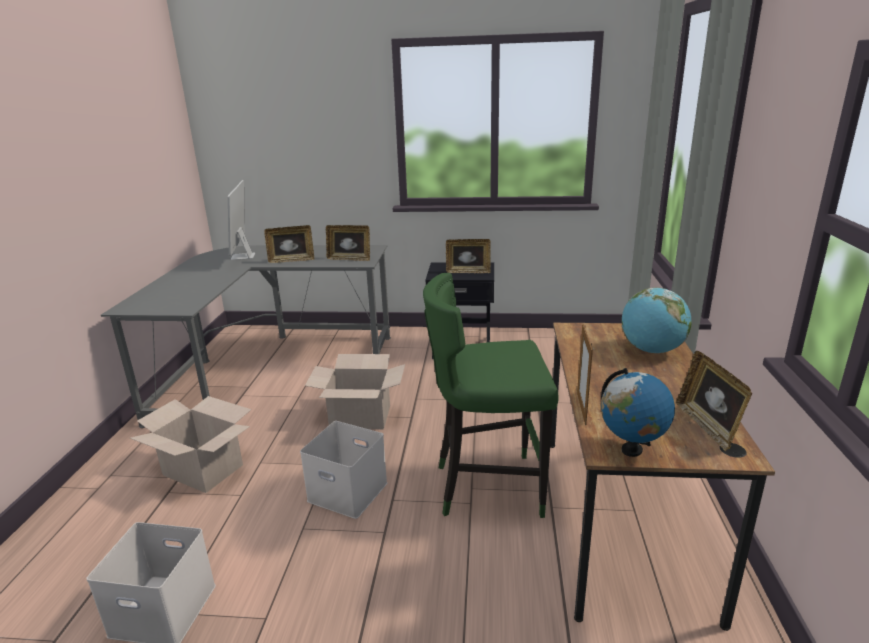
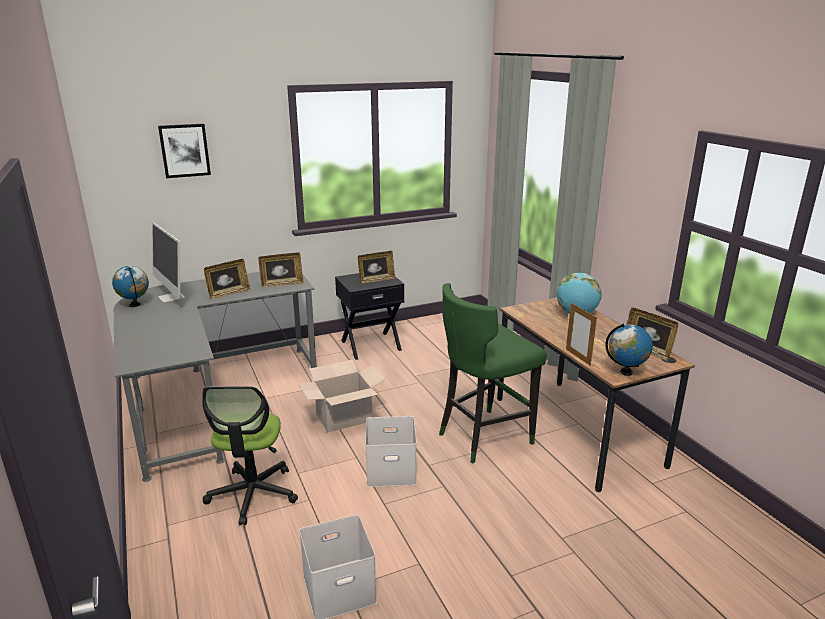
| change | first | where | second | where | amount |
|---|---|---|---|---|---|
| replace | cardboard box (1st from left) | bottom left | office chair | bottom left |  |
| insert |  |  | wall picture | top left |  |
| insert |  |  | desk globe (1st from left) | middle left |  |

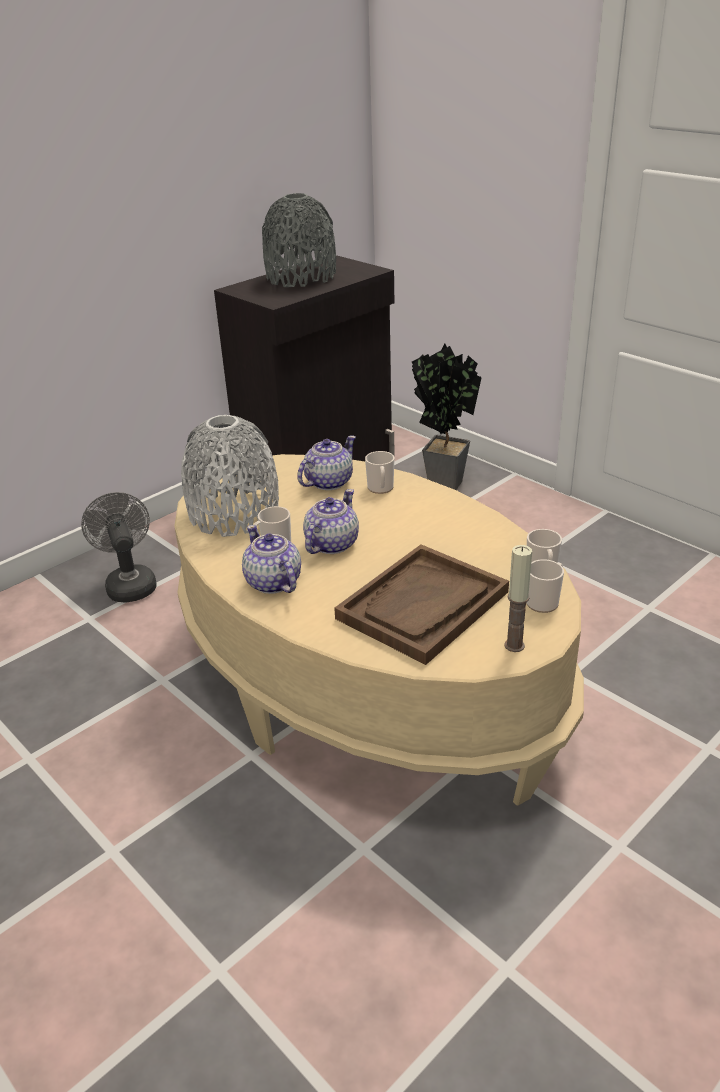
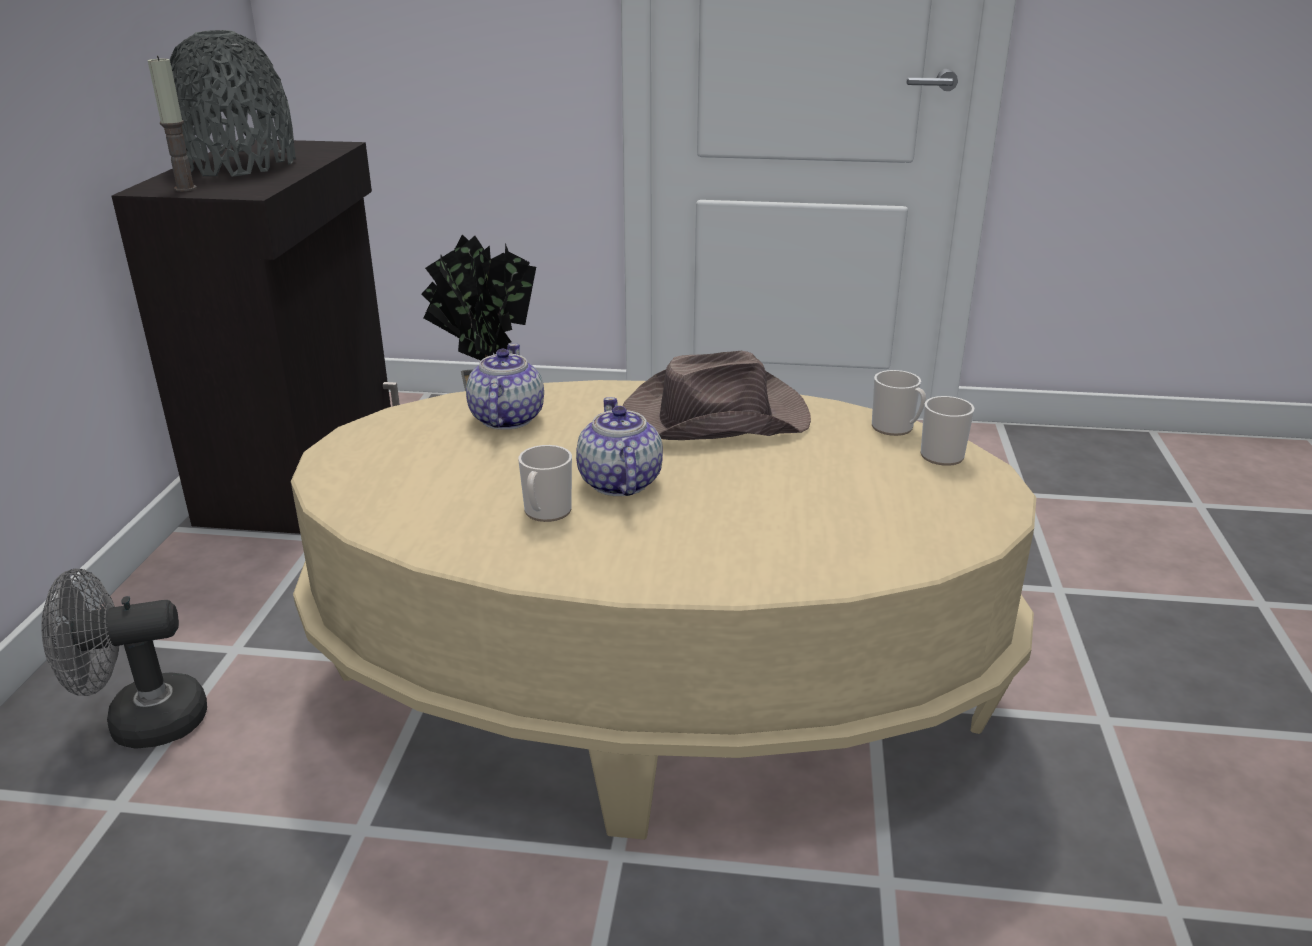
| change | first | where | second | where | amount |
|---|---|---|---|---|---|
| delete | decorative vase/gray (1st from left) | middle left |  |  |  |
| delete | coffee mug (2nd from left) | centre |  |  |  |
| rotate | cooling fan/gray | middle left |  | bottom left | 45 degrees counterclockwise |
| delete | pot for tea (1st from left) | centre |  |  |  |
| delete | carrying tray/brown | centre |  |  |  |
| move | wax light | middle right |  | top left |  |
| insert |  |  | clothing hat/brown | centre |  |

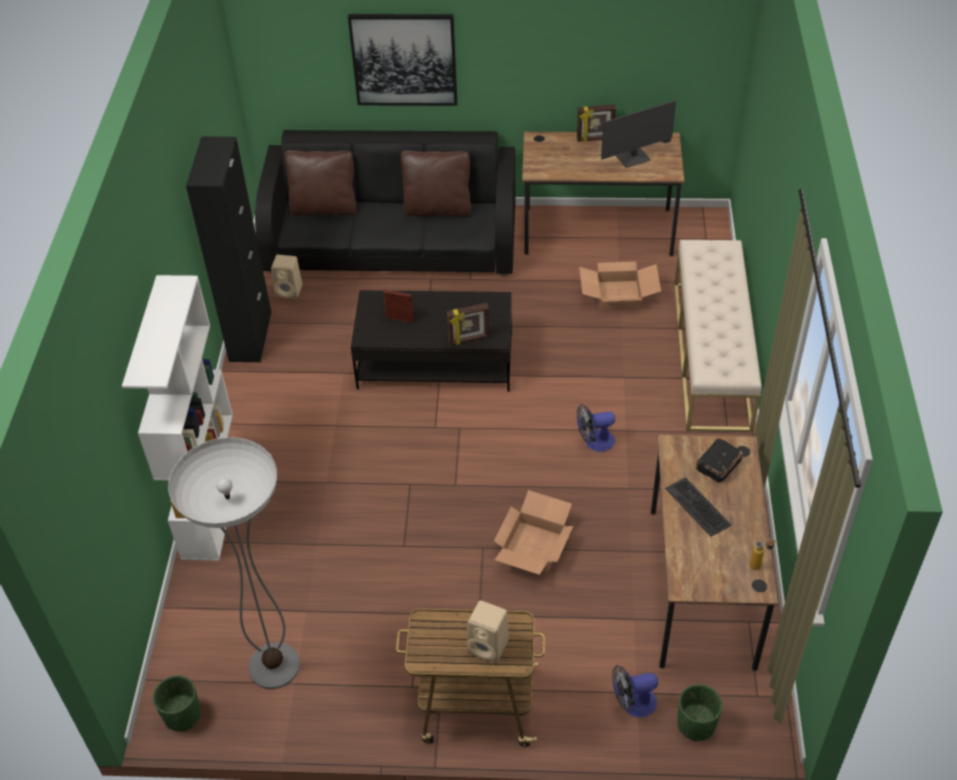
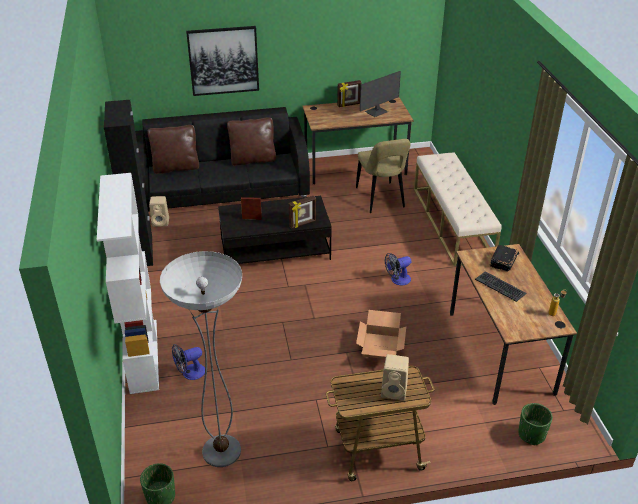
| change | first | where | second | where | amount |
|---|---|---|---|---|---|
| replace | cardboard box (2nd from left) | centre | chair/beige-coloured | centre |  |
| move | cooling fan (2nd from left in the first image) | bottom centre | cooling fan (1st from left) | bottom left |  |

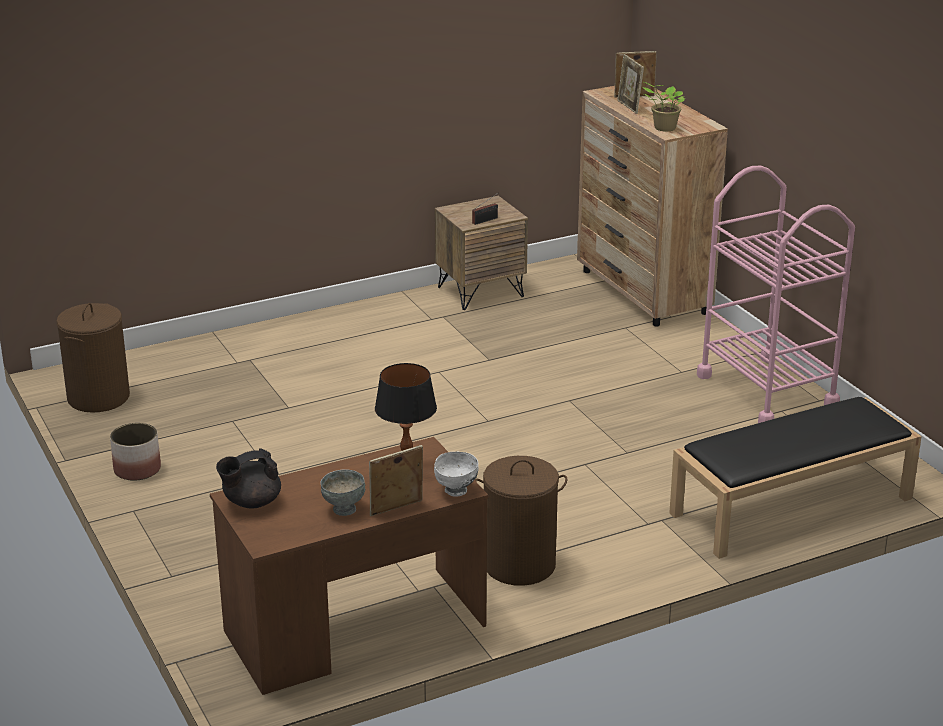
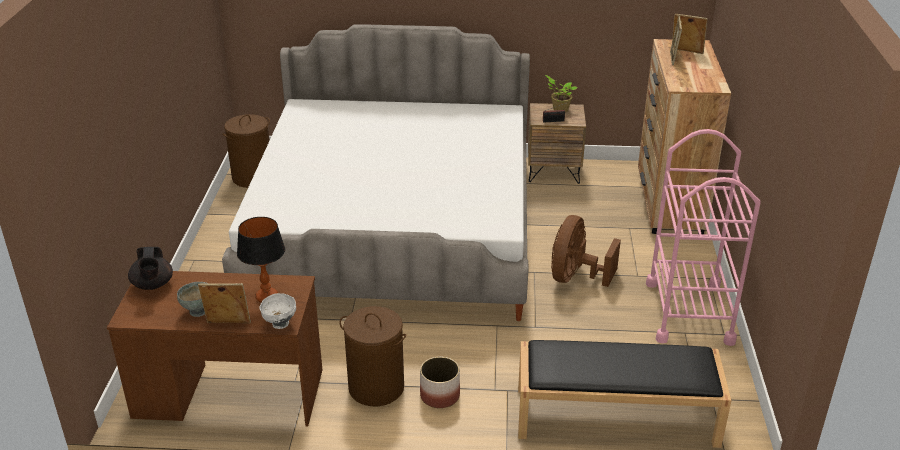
| change | first | where | second | where | amount |
|---|---|---|---|---|---|
| move | potted plant | top right |  | top centre |  |
| move | flower pot | middle left |  | bottom centre |  |
| rotate | pot for tea/blackish | middle left |  | middle left | 105 degrees counterclockwise |
| insert |  |  | bed | centre |  |
| insert |  |  | cooling fan/brown | centre |  |

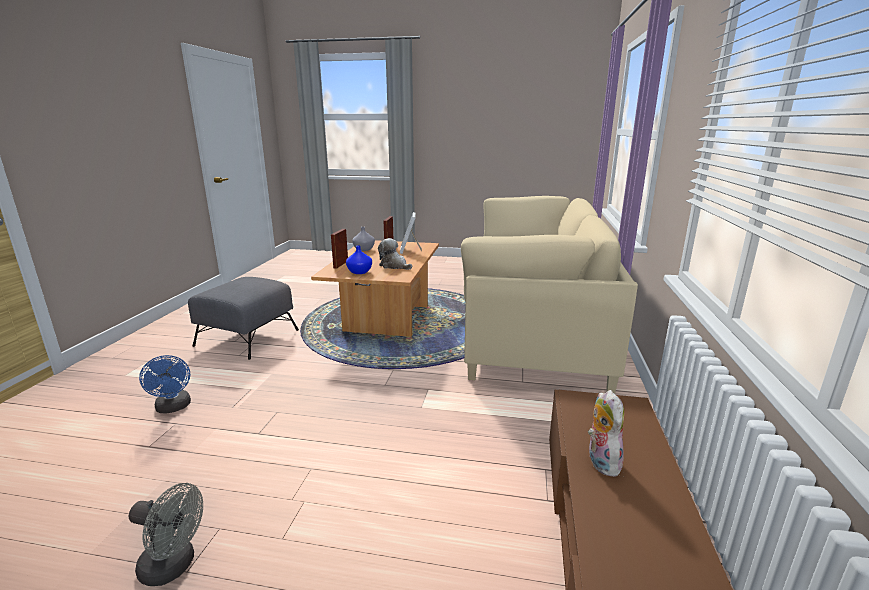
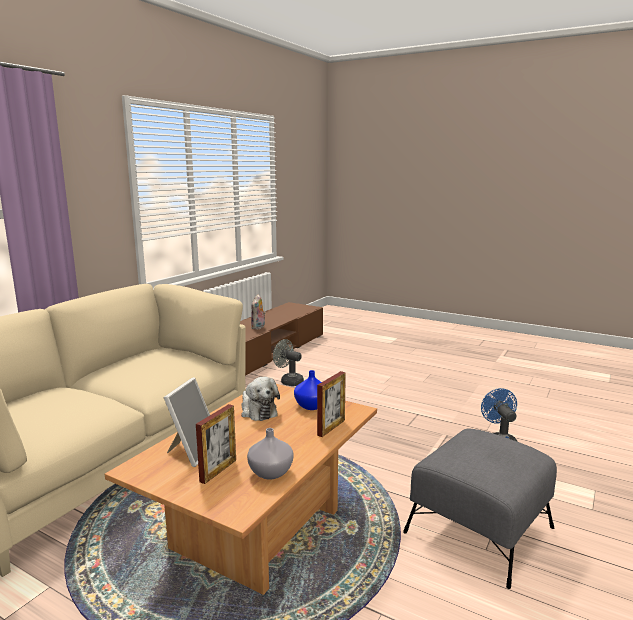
| change | first | where | second | where | amount |
|---|---|---|---|---|---|
| move | cooling fan/gray | bottom left |  | centre |  |

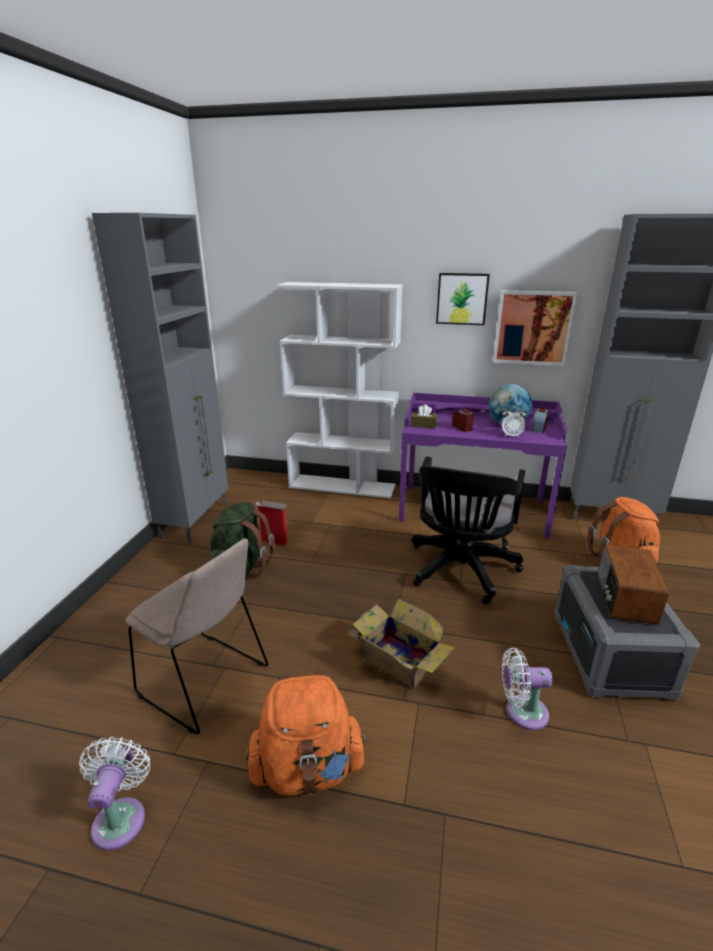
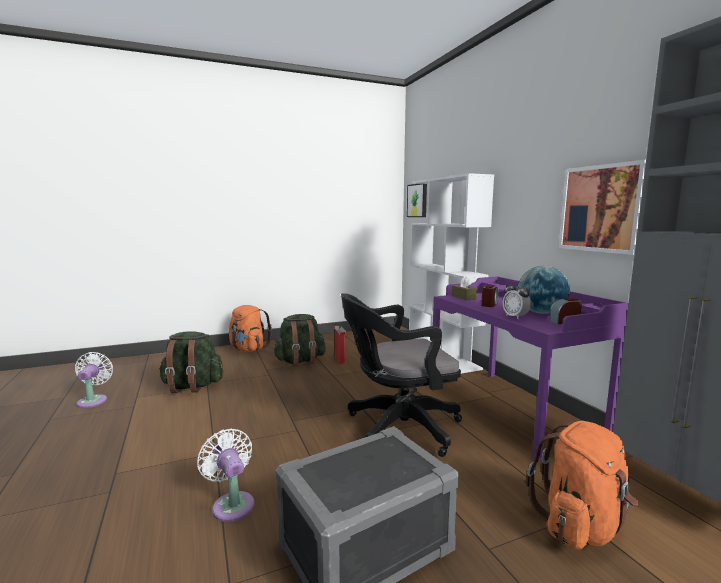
| change | first | where | second | where | amount |
|---|---|---|---|---|---|
| delete | cupboard/gray (1st from left) | middle left |  |  |  |
| move | wall picture (1st from left) | top centre |  | centre |  |
| replace | chair/beige-coloured | bottom left | rucksack/green-coloured (1st from left) | middle left |  |
| delete | radio set | middle right |  |  |  |
| delete | cardboard box (2nd from left) | bottom centre |  |  |  |
| move | rucksack/orangey (1st from left) | bottom centre |  | centre |  |
| rotate | cooling fan/white (1st from left) | bottom left |  | middle left | 60 degrees counterclockwise |

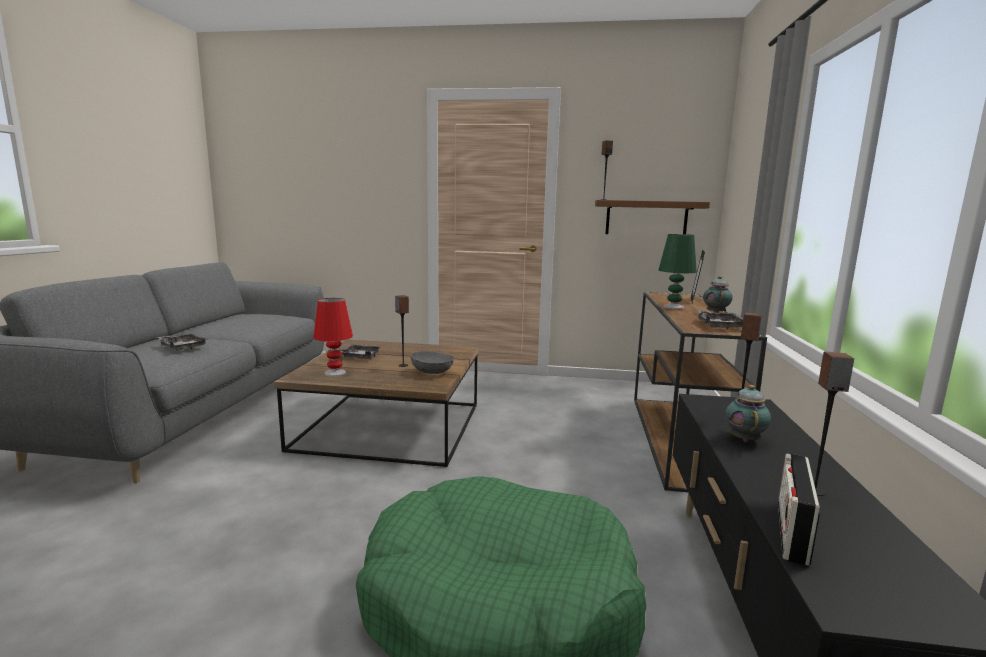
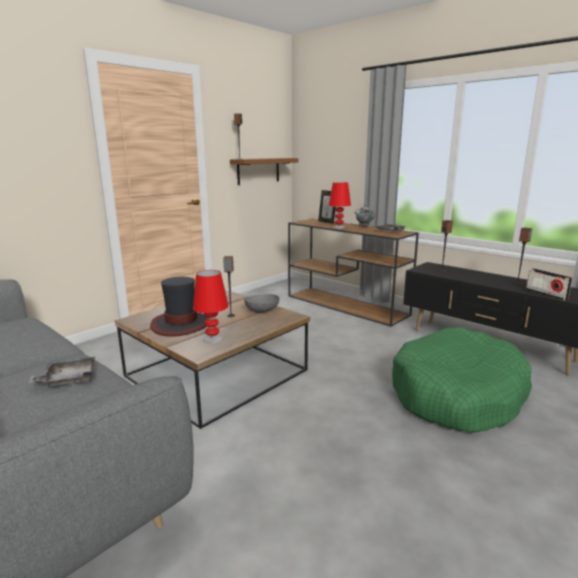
| change | first | where | second | where | amount |
|---|---|---|---|---|---|
| recolor | lamp for a table/green-coloured | middle right | lamp for a table/reddish (2nd from left) | centre |  |
| replace | carrying tray/gray (2nd from left) | centre | clothing hat | middle left |  |
| delete | pot for tea (2nd from left) | middle right |  |  |  |

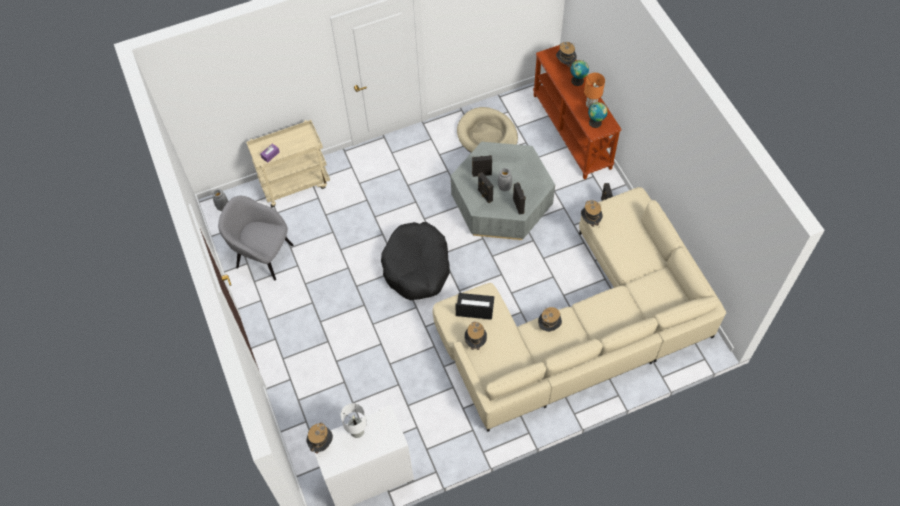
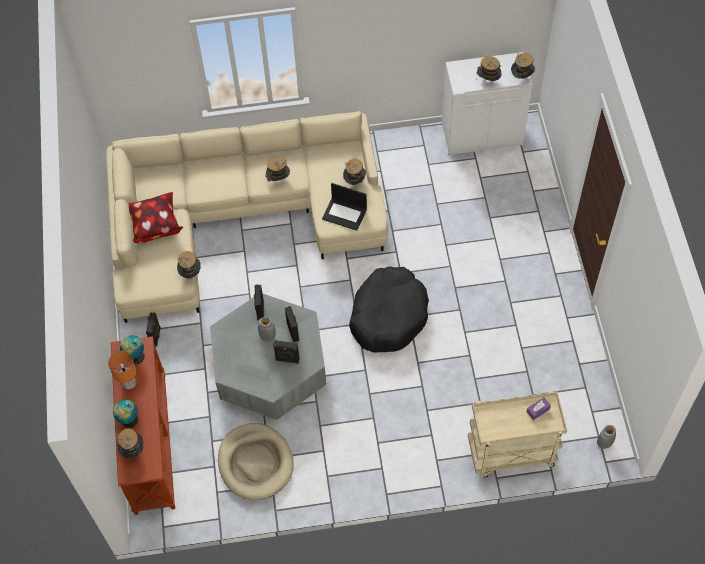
| change | first | where | second | where | amount |
|---|---|---|---|---|---|
| delete | armchair/gray | middle left |  |  |  |
| replace | lamp for a table/white | bottom centre | clothing hat (5th from left) | top right |  |
| insert |  |  | pillow | middle left |  |

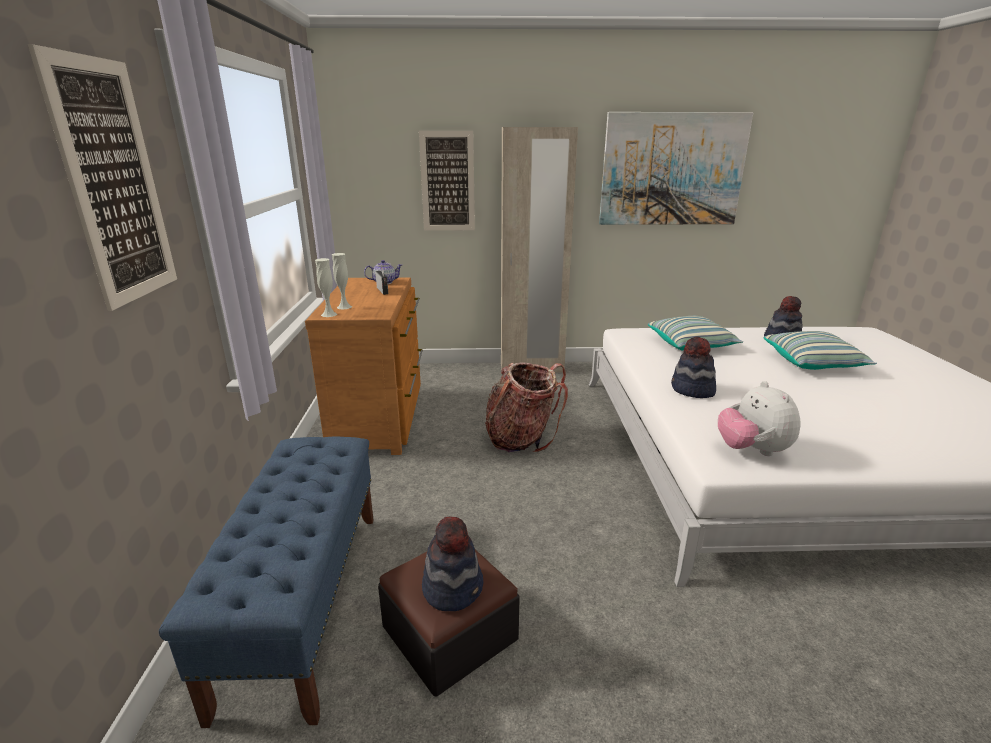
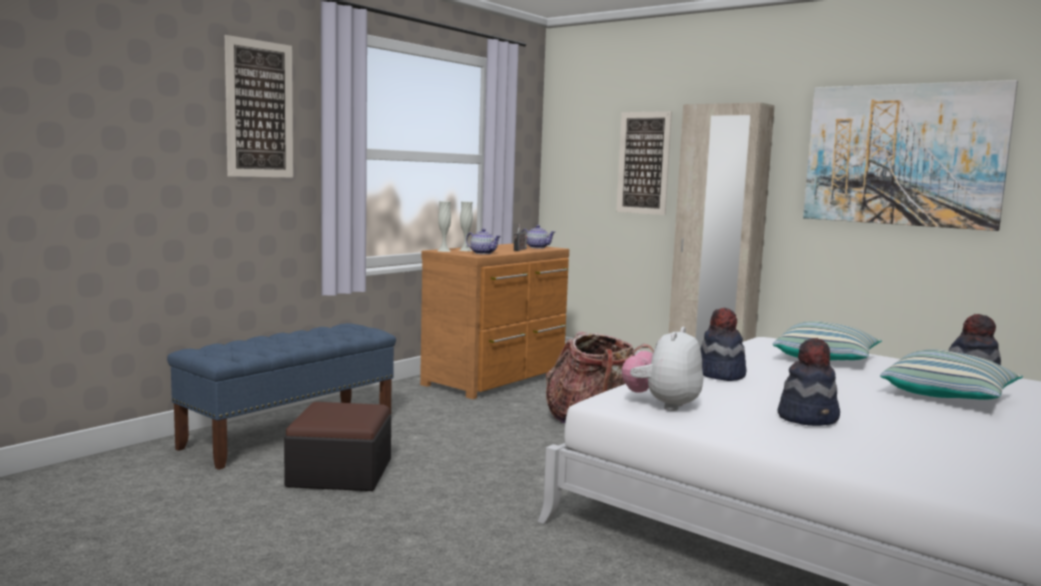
| change | first | where | second | where | amount |
|---|---|---|---|---|---|
| move | clothing hat (1st from left in the first image) | bottom centre | clothing hat (2nd from left) | middle right |  |
| insert |  |  | pot for tea (1st from left) | centre |  |

